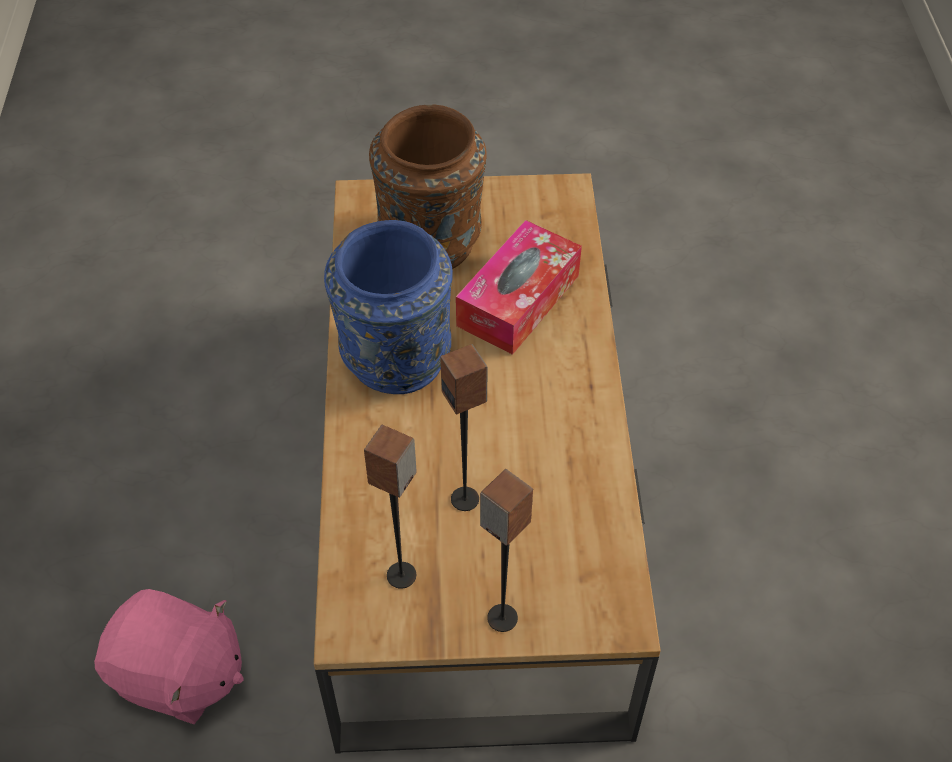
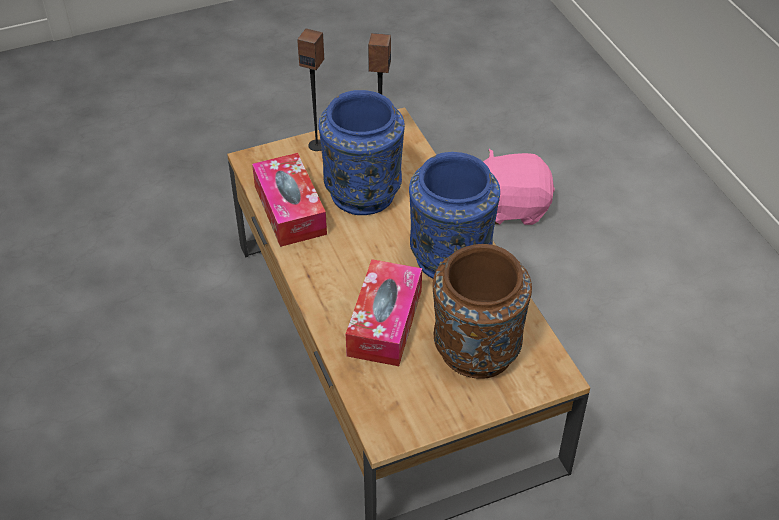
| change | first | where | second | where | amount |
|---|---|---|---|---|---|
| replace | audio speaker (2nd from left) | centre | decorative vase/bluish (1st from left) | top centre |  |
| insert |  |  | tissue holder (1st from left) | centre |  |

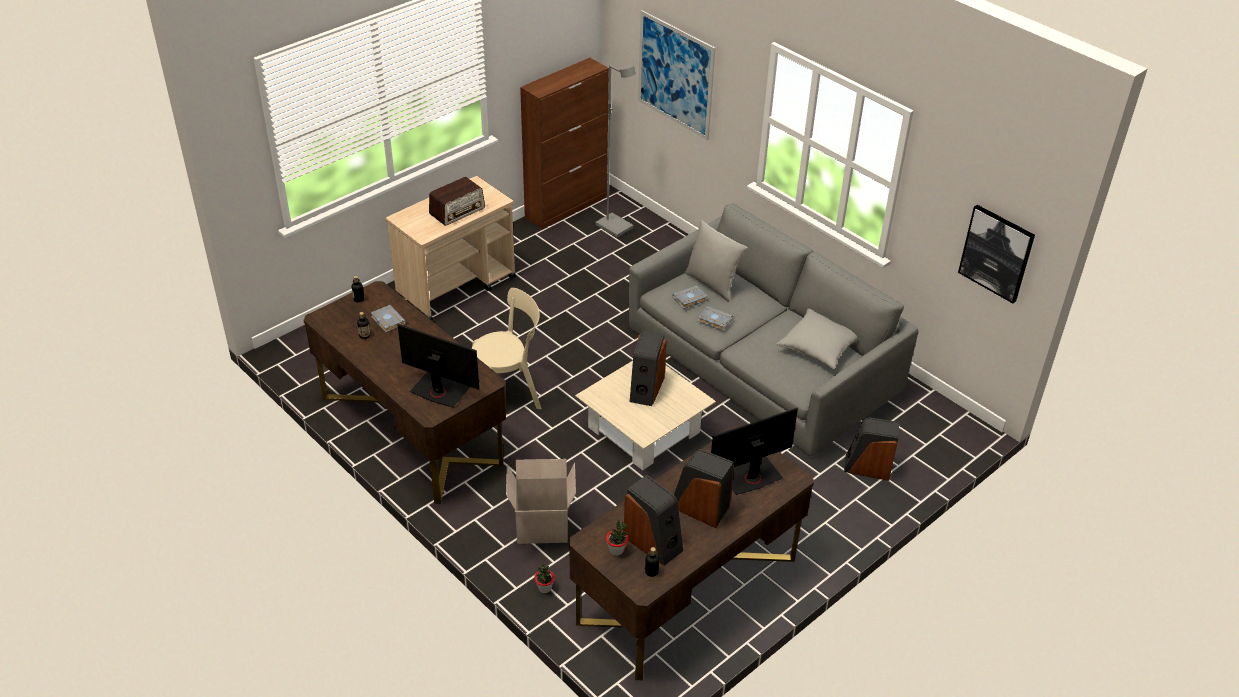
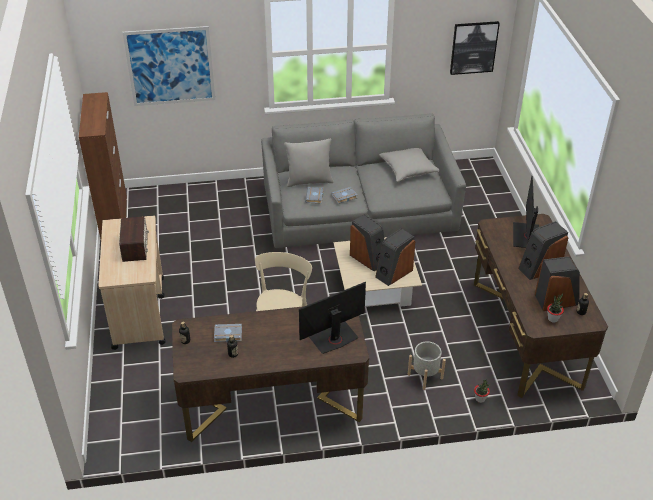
| change | first | where | second | where | amount |
|---|---|---|---|---|---|
| delete | standing lamp/gray | top centre |  |  |  |
| move | audio speaker (4th from left in the first image) | middle right | audio speaker (2nd from left) | centre |  |
| replace | cardboard box | bottom centre | flower pot/gray | bottom centre |  |

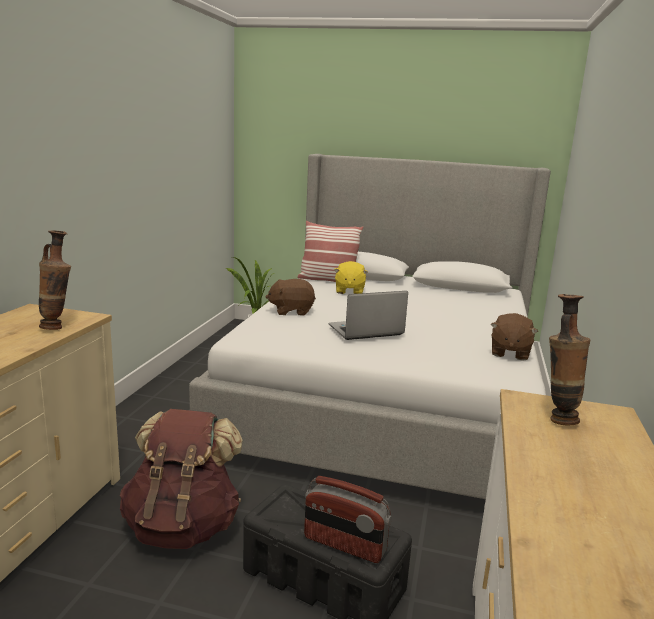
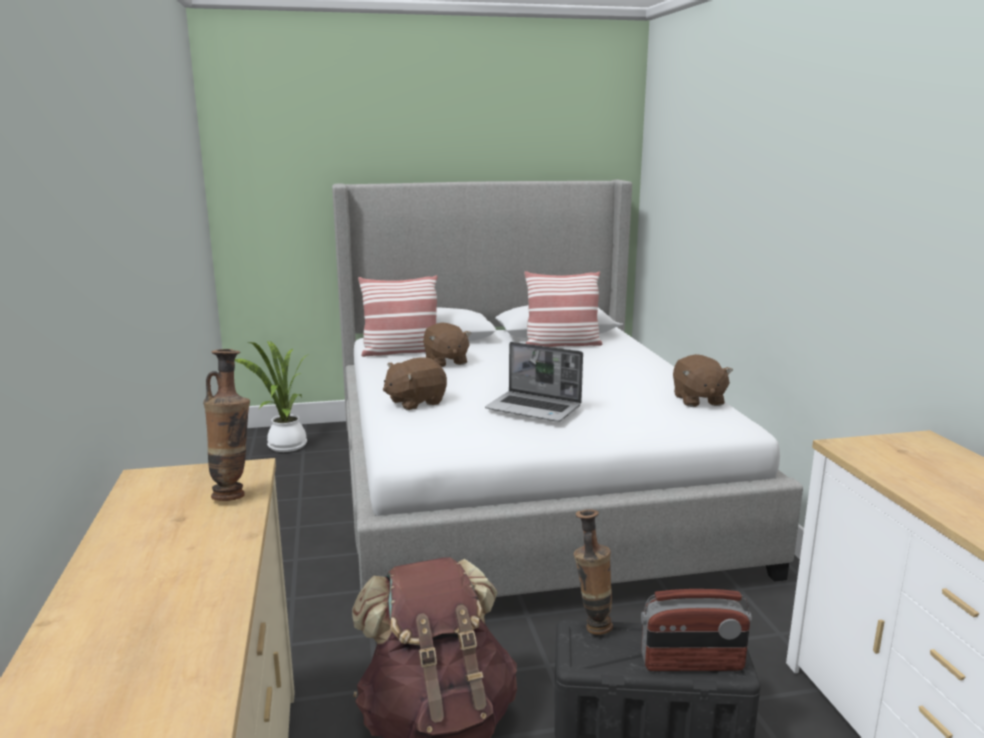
| change | first | where | second | where | amount |
|---|---|---|---|---|---|
| recolor | plush toy/yellowish | centre | plush toy/brown (2nd from left) | centre |  |
| rotate | portable computer | centre |  | centre | 105 degrees counterclockwise |
| move | decorative vase (2nd from left) | middle right |  | bottom centre |  |
| insert |  |  | pillow (2nd from left) | centre |  |

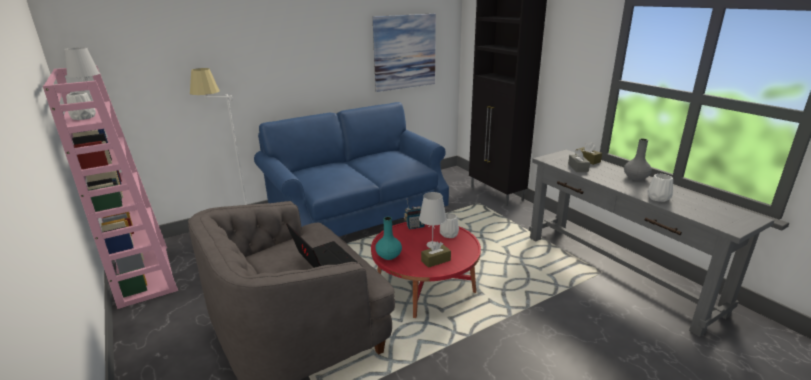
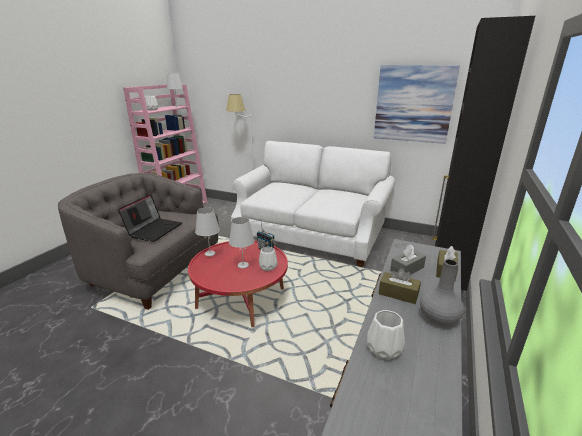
| change | first | where | second | where | amount |
|---|---|---|---|---|---|
| recolor | settee/bluish | centre | settee/white | centre |  |
| replace | decorative vase/blue-green | centre | lamp for a table/white (2nd from left) | centre |  |
| move | tissue holder/brown (1st from left) | bottom centre |  | middle right |  |

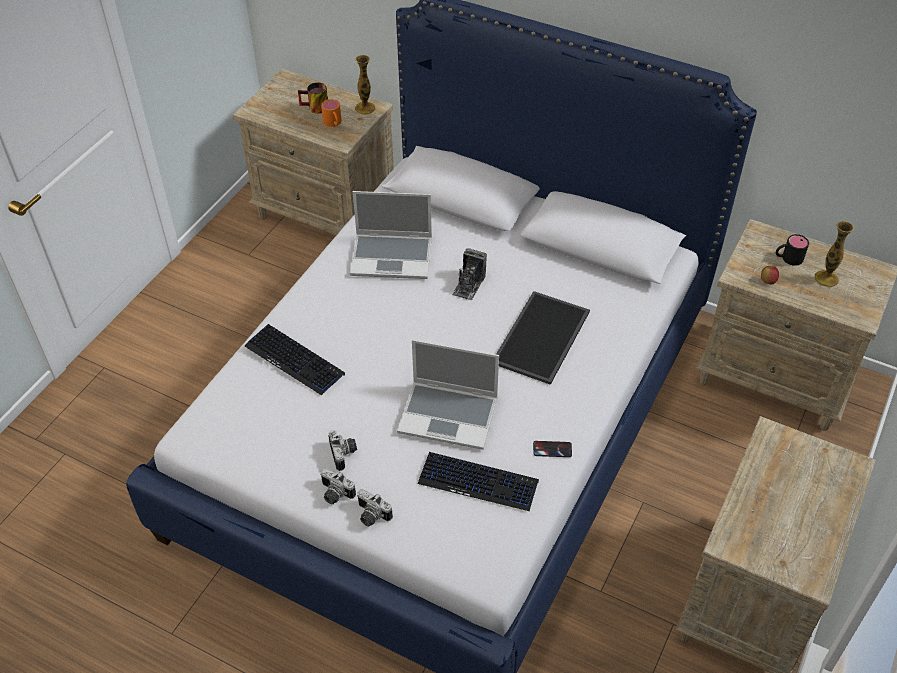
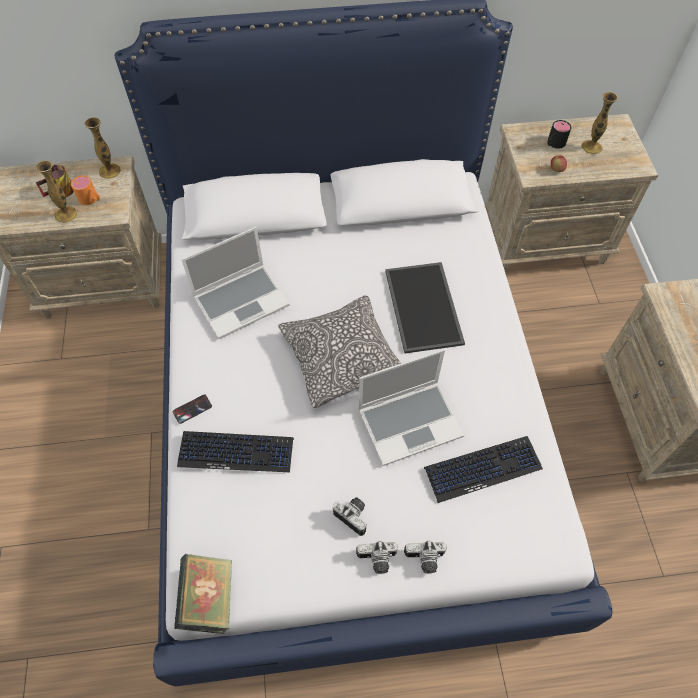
| change | first | where | second | where | amount |
|---|---|---|---|---|---|
| delete | still camera (4th from left) | centre |  |  |  |
| move | handset | bottom centre |  | middle left |  |
| insert |  |  | decorative vase (1st from left) | top left |  |
| insert |  |  | pillow | centre |  |
| insert |  |  | book | bottom left |  |

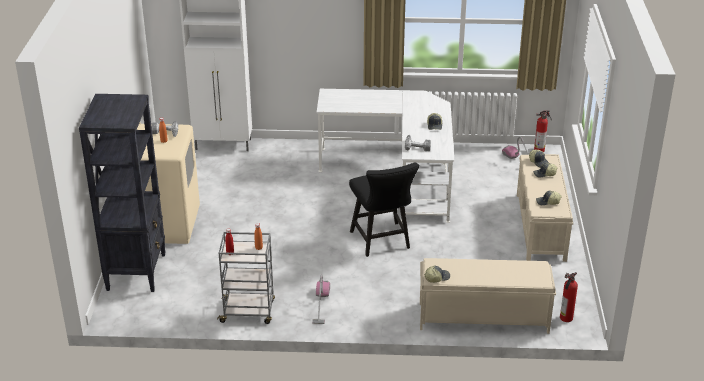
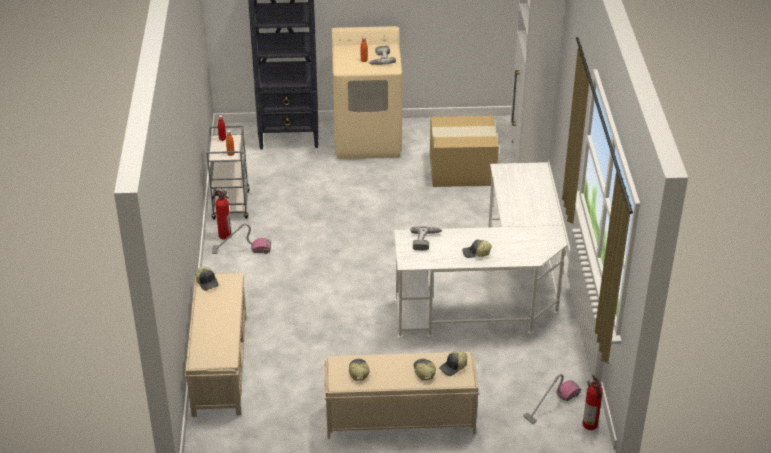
| change | first | where | second | where | amount |
|---|---|---|---|---|---|
| delete | chair/blackish | centre |  |  |  |
| move | fire extinguisher (2nd from left in the first image) | bottom right | fire extinguisher (1st from left) | middle left |  |
| insert |  |  | cardboard box | centre |  |

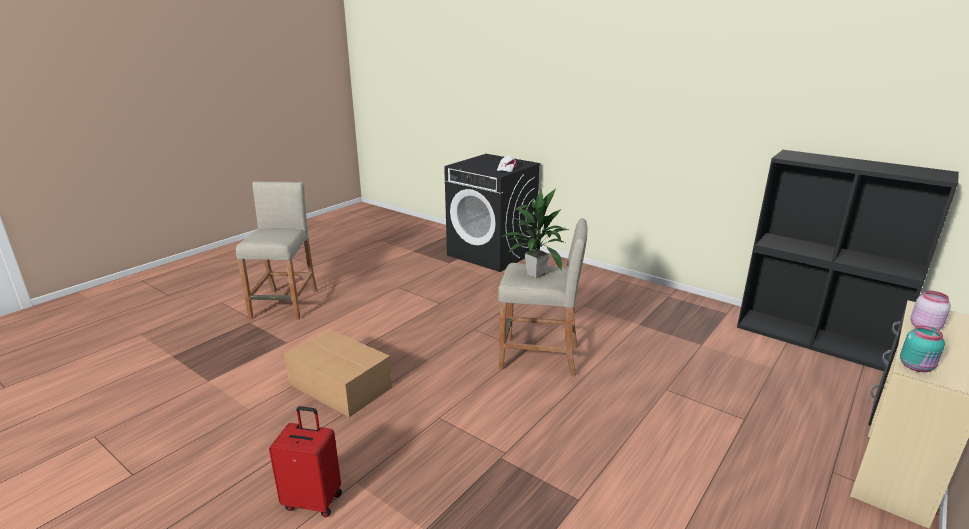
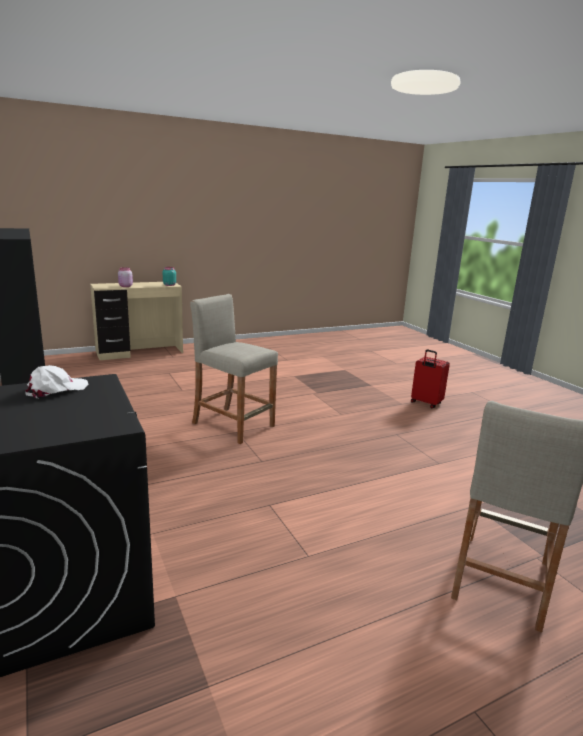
| change | first | where | second | where | amount |
|---|---|---|---|---|---|
| delete | potted plant | centre |  |  |  |
| delete | cardboard box | bottom centre |  |  |  |

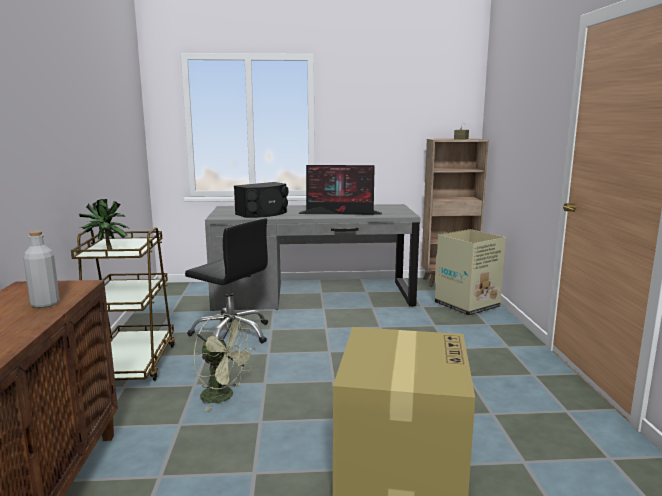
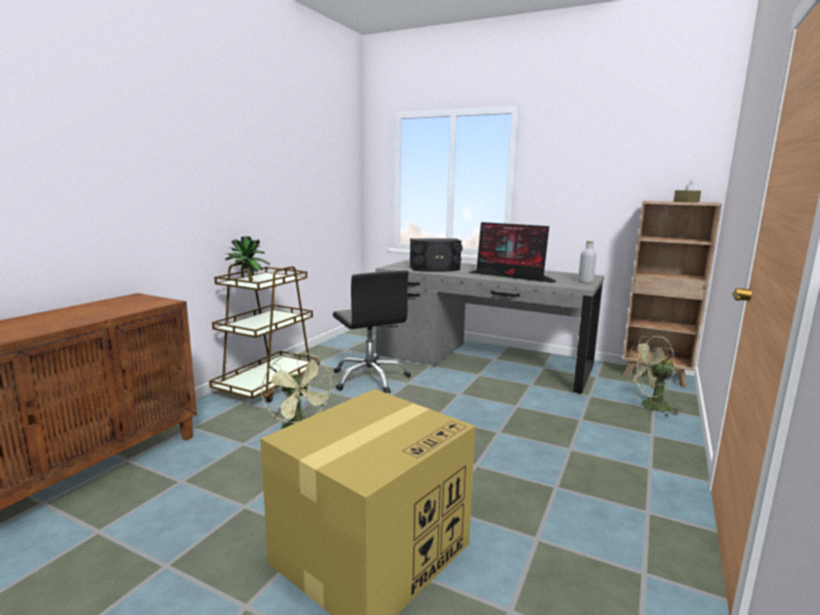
| change | first | where | second | where | amount |
|---|---|---|---|---|---|
| replace | cardboard box (2nd from left) | middle right | cooling fan/green-coloured (2nd from left) | middle right |  |
| move | drink bottle/gray | middle left |  | middle right |  |

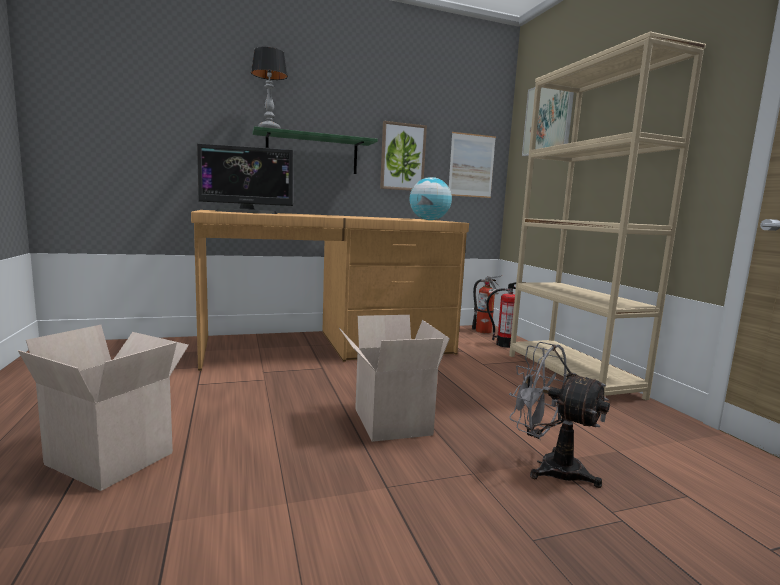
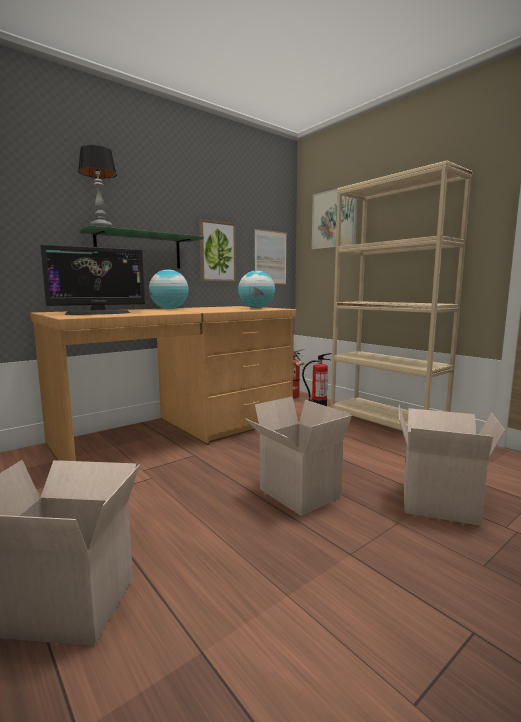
| change | first | where | second | where | amount |
|---|---|---|---|---|---|
| replace | cooling fan/gray | bottom right | cardboard box (3rd from left) | middle right |  |
| insert |  |  | desk globe (1st from left) | middle left |  |

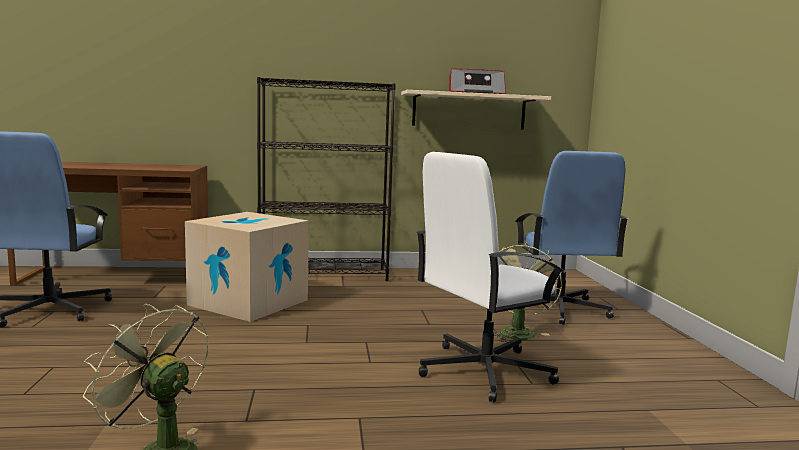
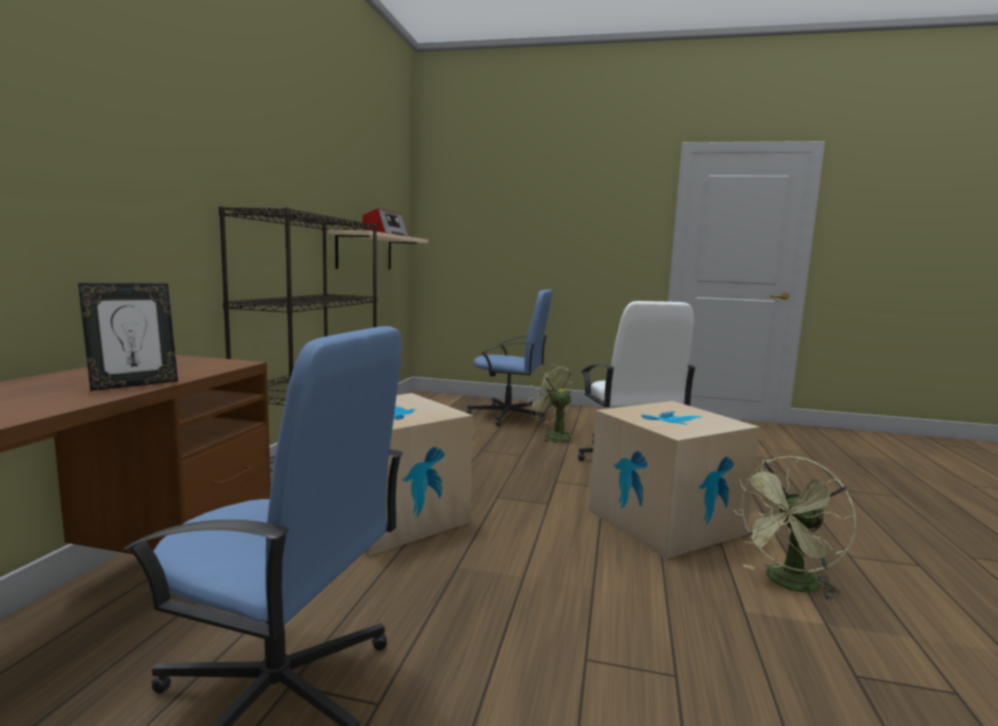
| change | first | where | second | where | amount |
|---|---|---|---|---|---|
| insert |  |  | photo frame | middle left |  |
| insert |  |  | cardboard box (2nd from left) | middle right |  |

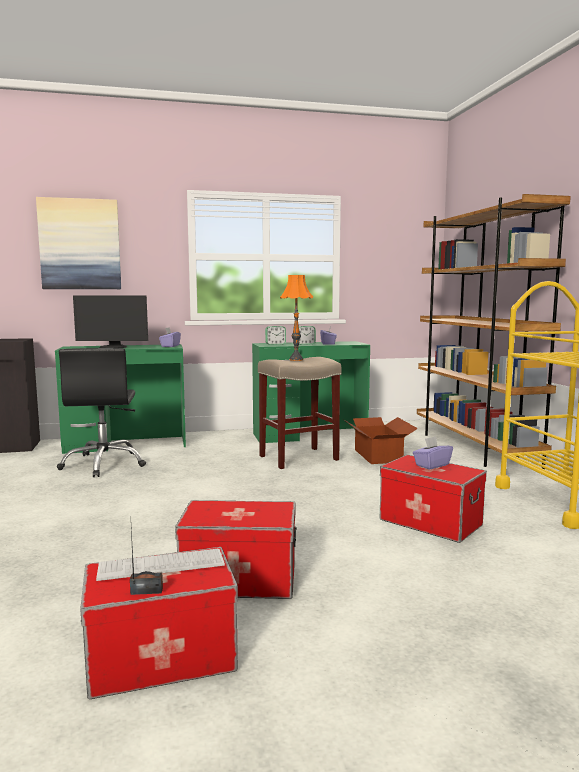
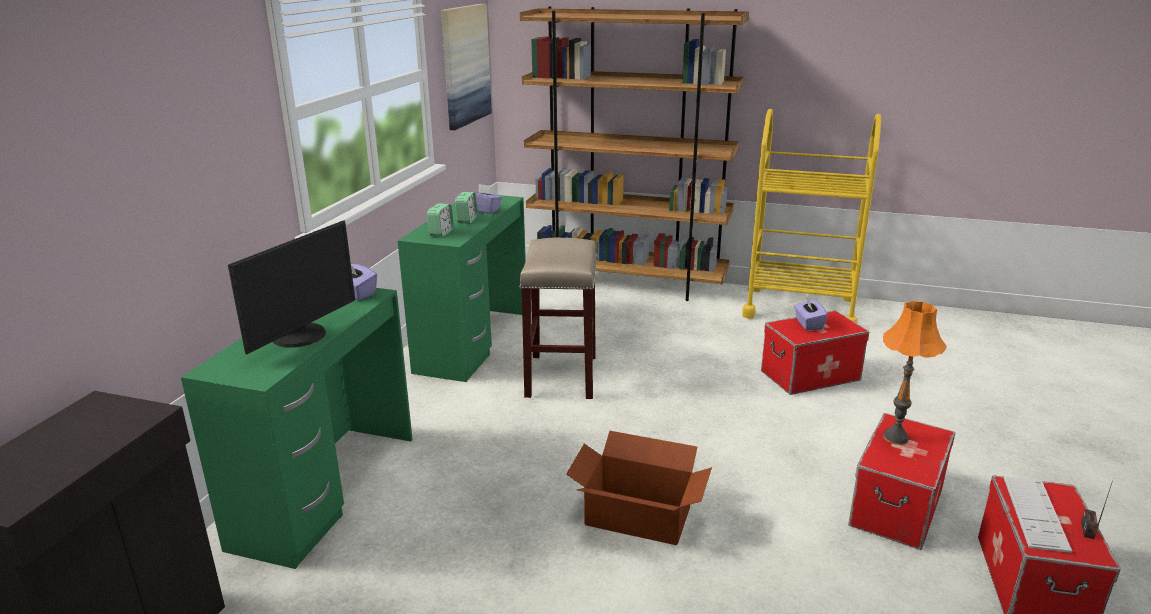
| change | first | where | second | where | amount |
|---|---|---|---|---|---|
| move | wall picture | top left |  | top centre |  |
| move | lamp for a table/orangey | centre |  | middle right |  |
| delete | office chair/blackish | middle left |  |  |  |
| move | cardboard box | centre |  | bottom centre |  |

